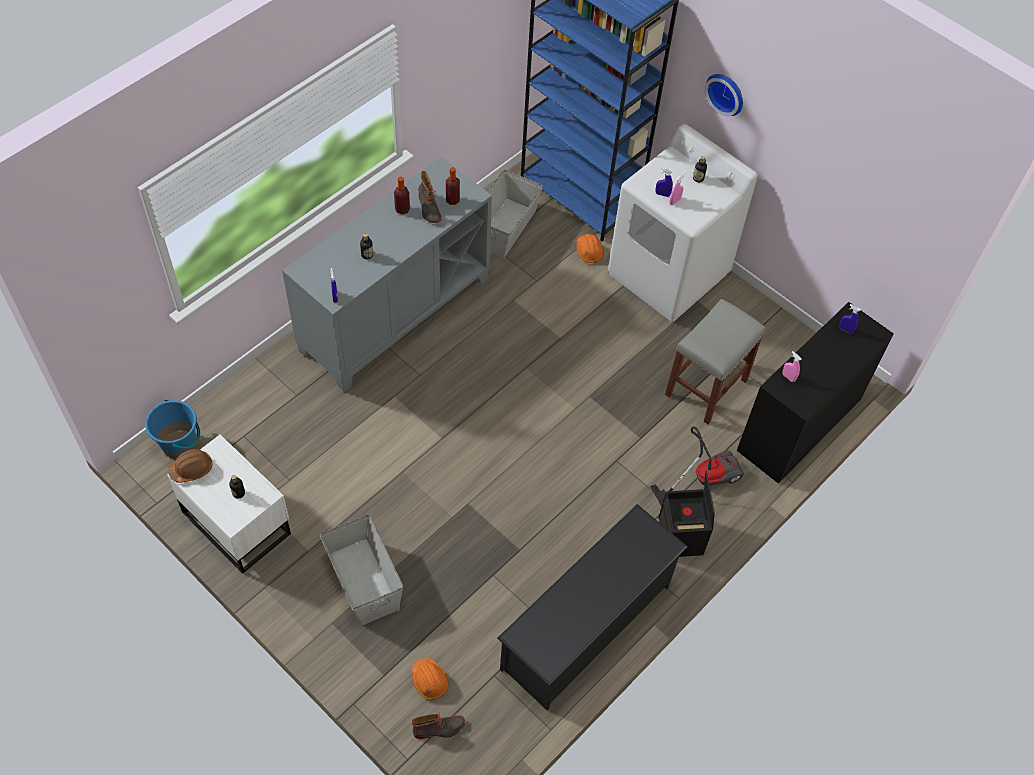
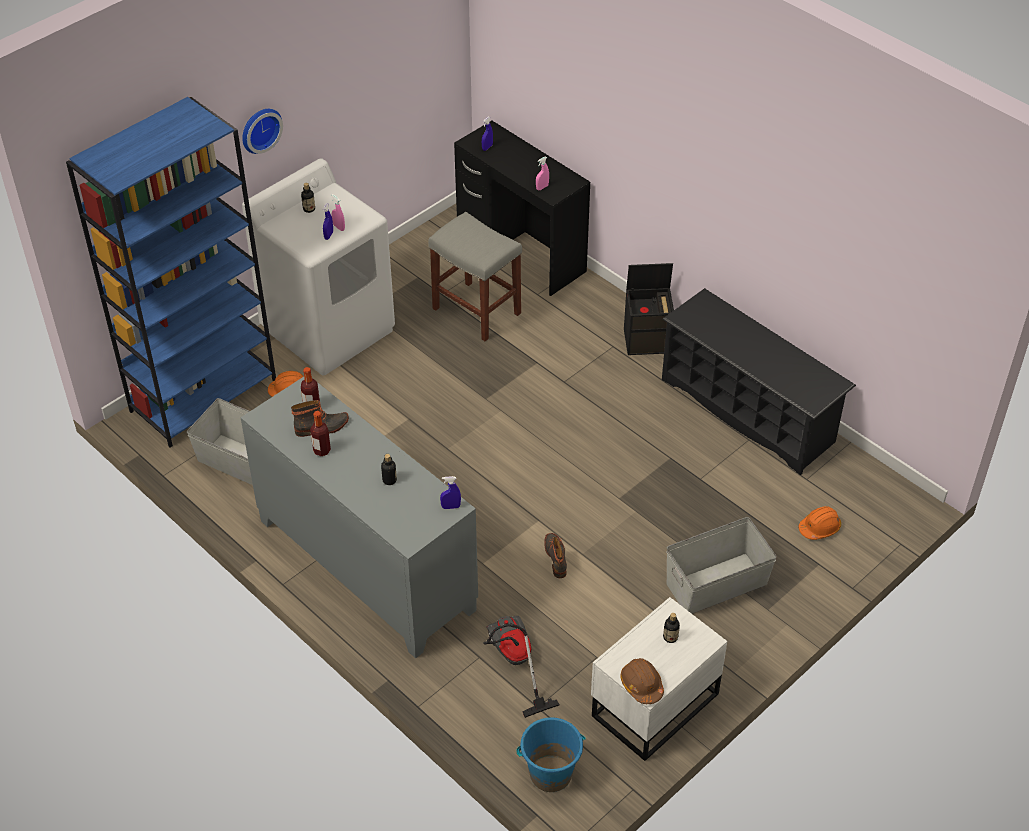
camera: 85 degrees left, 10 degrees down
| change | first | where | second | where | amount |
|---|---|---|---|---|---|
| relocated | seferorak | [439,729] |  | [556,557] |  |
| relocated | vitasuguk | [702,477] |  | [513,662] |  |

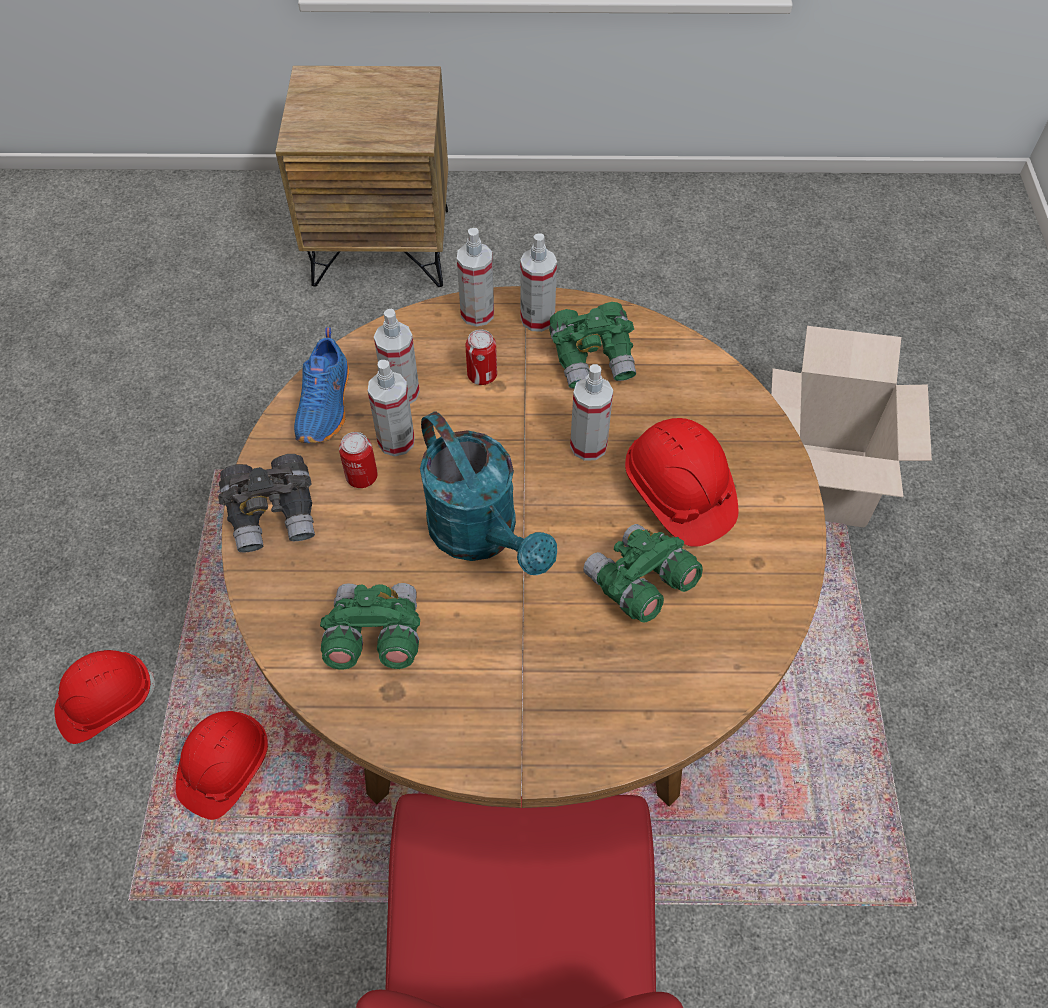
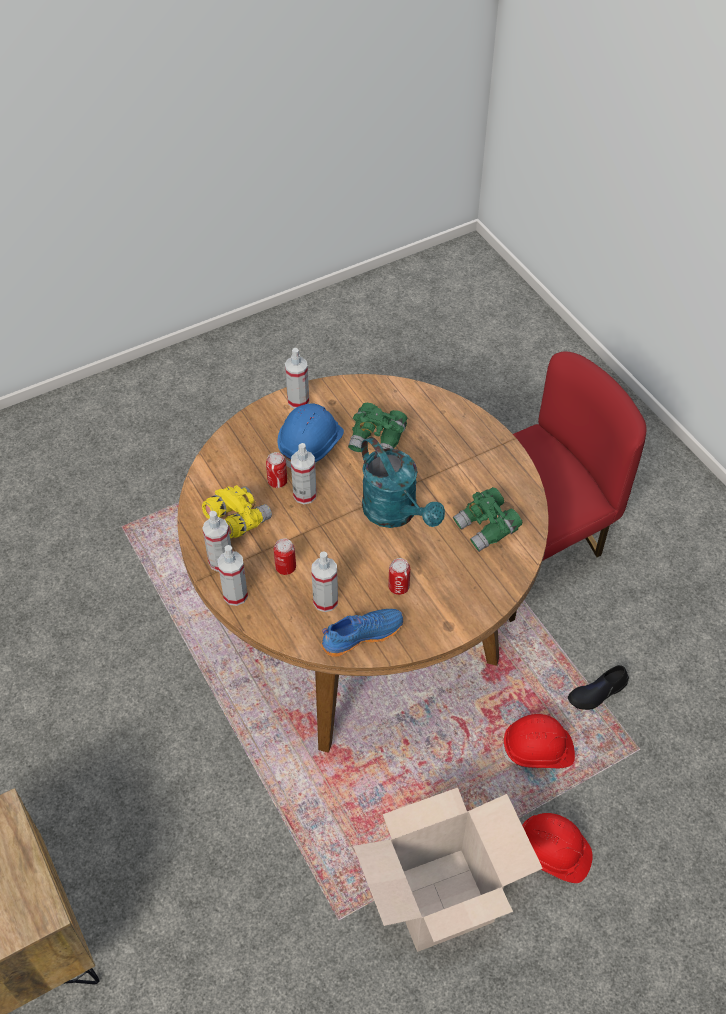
camera: 120 degrees left, 5 degrees down
| change | first | where | second | where | amount |
|---|---|---|---|---|---|
| missing | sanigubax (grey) | [274,514] |  |  |  |
| appeared |  |  | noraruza | [277,481] |  |
| appeared |  |  | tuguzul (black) | [597,692] |  |
| relocated | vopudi | [396,441] |  | [298,401] |  |
| relocated | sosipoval | [820,483] |  | [440,900] |  |
| colour | sanigubax (green) | [593,358] | sanigubax (yellow) | [237,520] |  |
| colour | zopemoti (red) | [678,494] | zopemoti (blue) | [311,445] |  |
| spun | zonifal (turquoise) | [482,535] |  | [396,513] | 120 degrees clockwise |

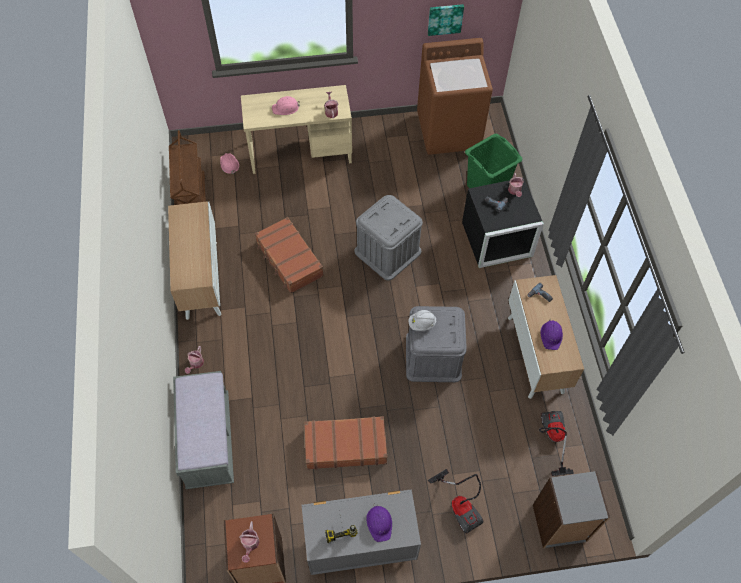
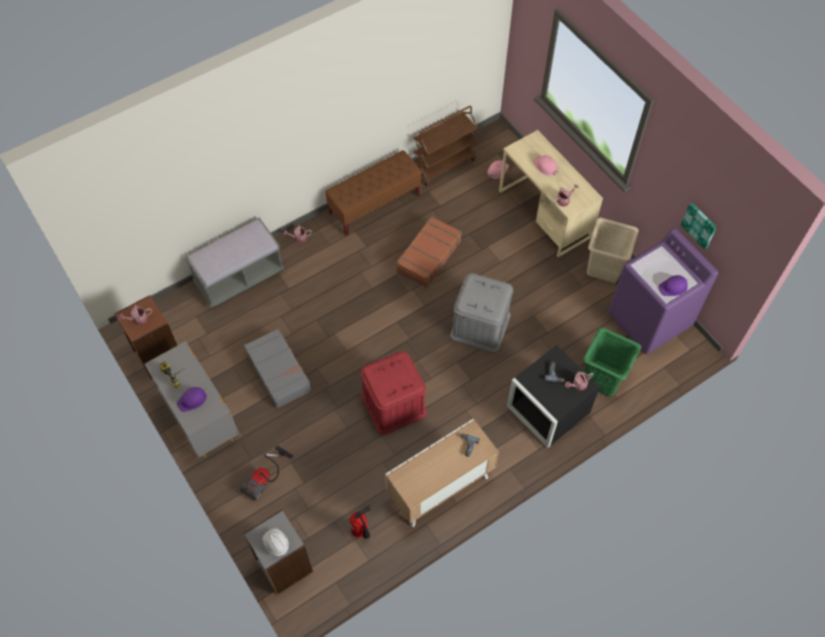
camera: 65 degrees right, 0 degrees up
| change | first | where | second | where | amount |
|---|---|---|---|---|---|
| appeared |  |  | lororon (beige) | [604,267] |  |
| relocated | zopemoti (white) | [422,324] |  | [276,544] |  |
| relocated | zopemoti (purple) | [551,335] |  | [673,287] |  |
| exchanged | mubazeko | [201,279] | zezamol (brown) | [375,205] |  |
| exchanged | vitasuguk | [552,438] | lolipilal | [361,531] |  |
| colour | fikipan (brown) | [345,445] | fikipan (grey) | [279,372] |  |
| colour | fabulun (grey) | [433,356] | fabulun (red) | [393,404] |  |
| colour | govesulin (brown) | [449,131] | govesulin (purple) | [649,320] |  |

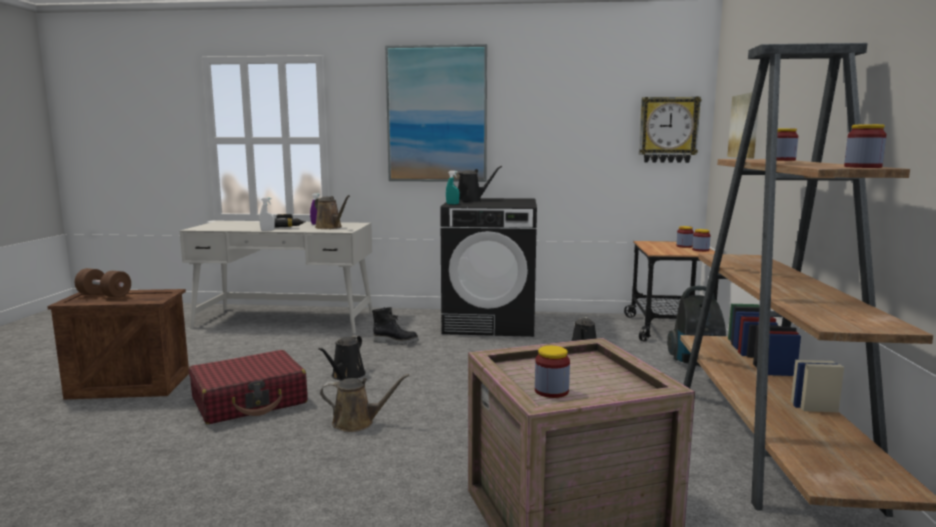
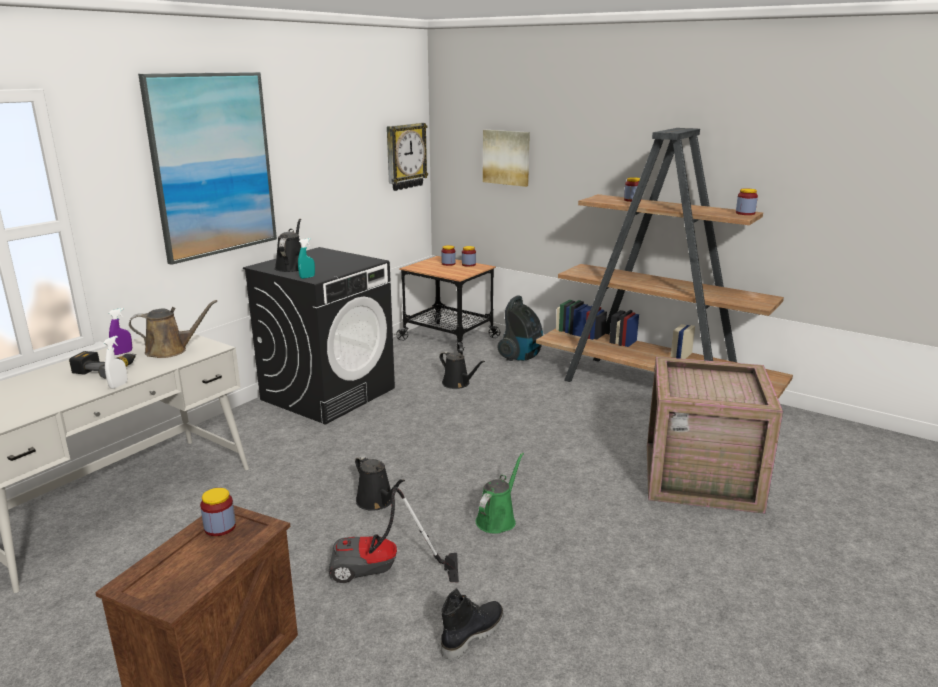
camera: 60 degrees left, 10 degrees up
| change | first | where | second | where | amount |
|---|---|---|---|---|---|
| missing | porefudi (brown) | [104,295] |  |  |  |
| relocated | seferorak (black) | [396,342] |  | [471,635] |  |
| relocated | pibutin | [551,391] |  | [220,527] |  |
| exchanged | fikipan (red) | [250,401] | vitasuguk | [382,573] |  |
| colour | zonifal (brown) | [357,422] | zonifal (green) | [497,519] |  |

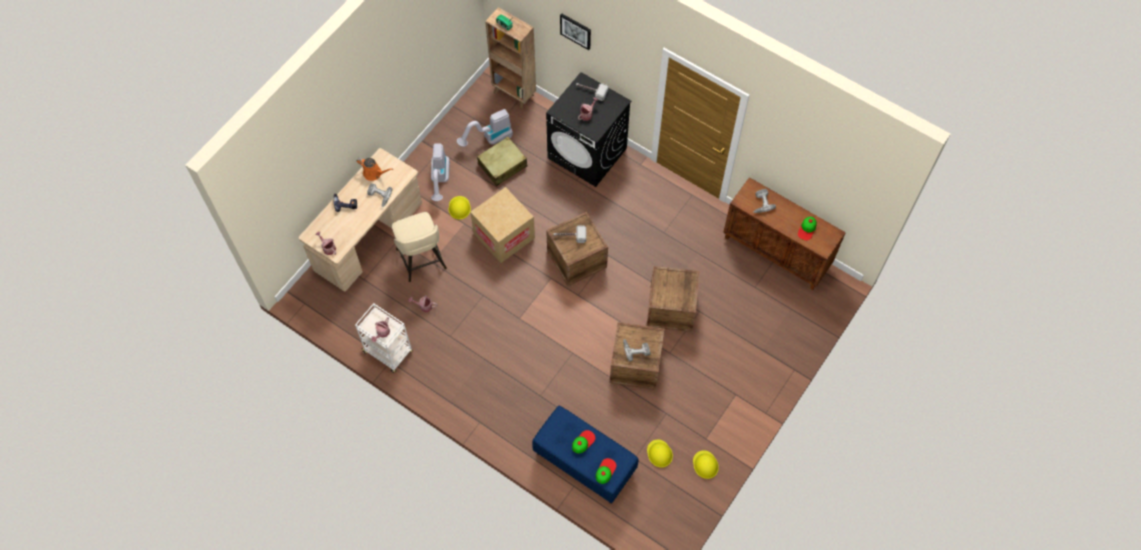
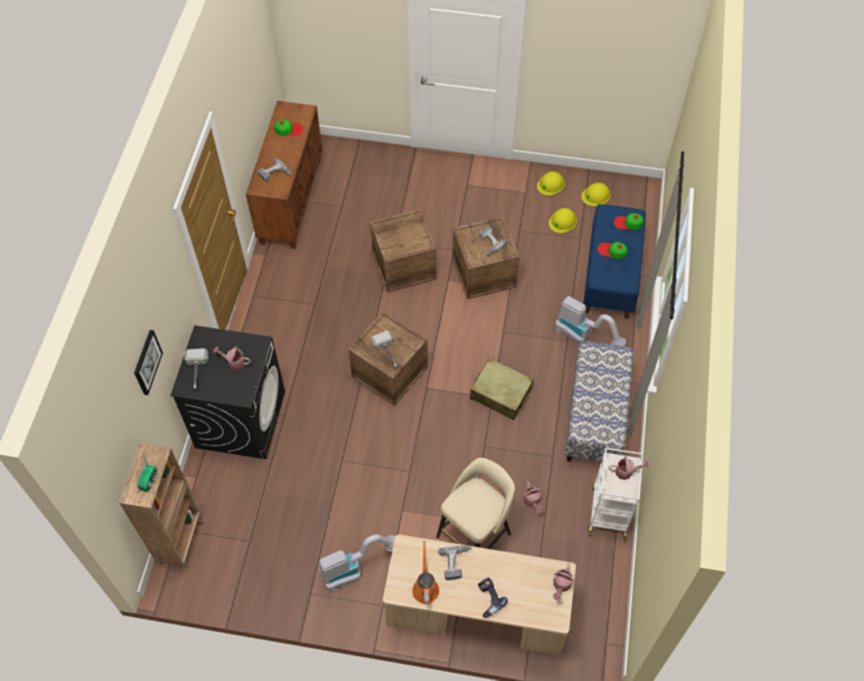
camera: 115 degrees left, 5 degrees down
| change | first | where | second | where | amount |
|---|---|---|---|---|---|
| missing | sosipoval | [504,235] |  |  |  |
| appeared |  |  | zezamol | [595,418] |  |
| relocated | zopemoti (yellow) | [459,208] |  | [596,195] |  |
| relocated | vitasuguk | [489,139] |  | [584,335] |  |
| relocated | fikipan (beige) | [503,165] |  | [500,393] |  |

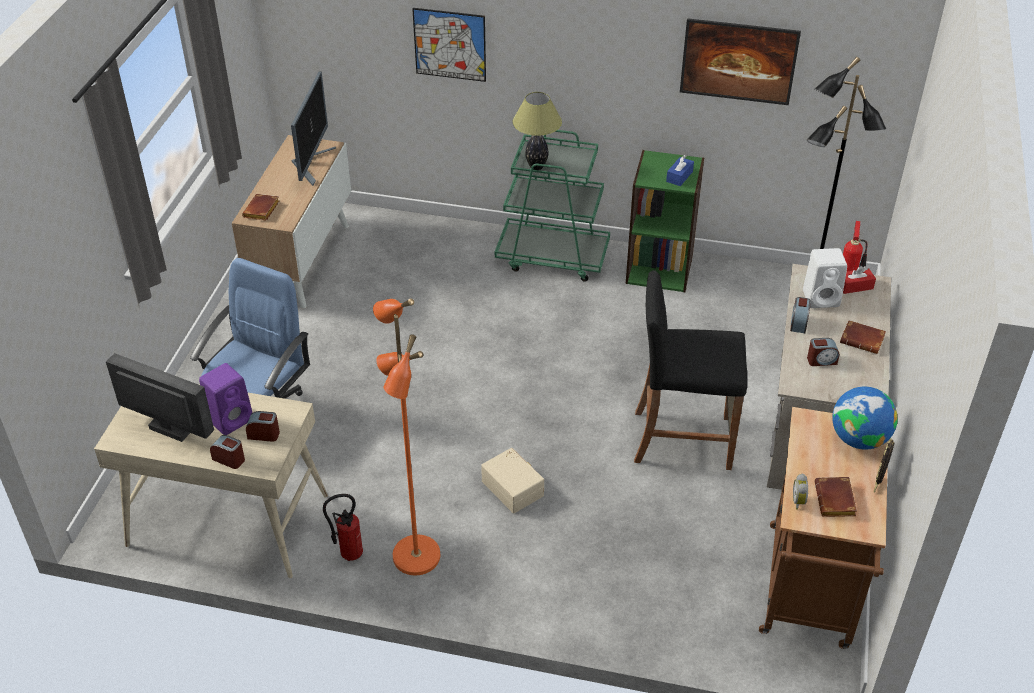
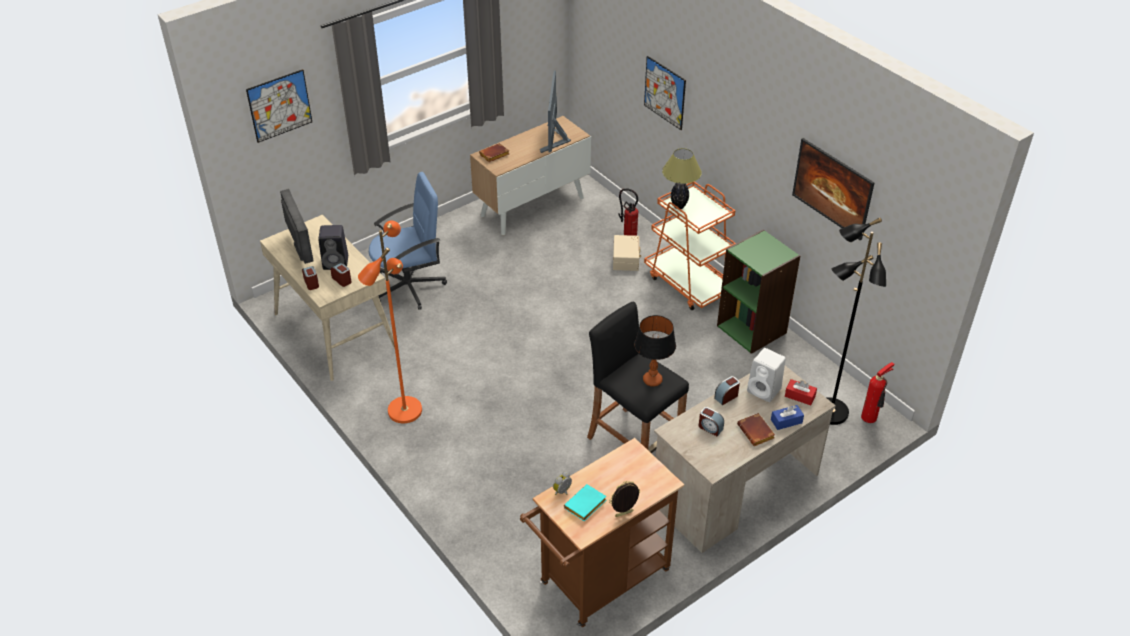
camera: 40 degrees right, 0 degrees up
| change | first | where | second | where | amount |
|---|---|---|---|---|---|
| missing | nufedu | [858,439] |  |  |  |
| appeared |  |  | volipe | [279,105] |  |
| appeared |  |  | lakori | [652,380] |  |
| relocated | lolipilal | [348,554] |  | [628,235] |  |
| relocated | fabulun (beige) | [513,487] |  | [626,259] |  |
| relocated | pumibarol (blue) | [679,176] |  | [786,421] |  |
| colour | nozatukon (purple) | [231,418] | nozatukon (black) | [336,262] |  |
| colour | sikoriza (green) | [553,257] | sikoriza (orange) | [689,283] |  |
| colour | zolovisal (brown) | [836,501] | zolovisal (turquoise) | [585,506] |  |
| spun | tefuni | [311,164] |  | [555,140] | 135 degrees clockwise |

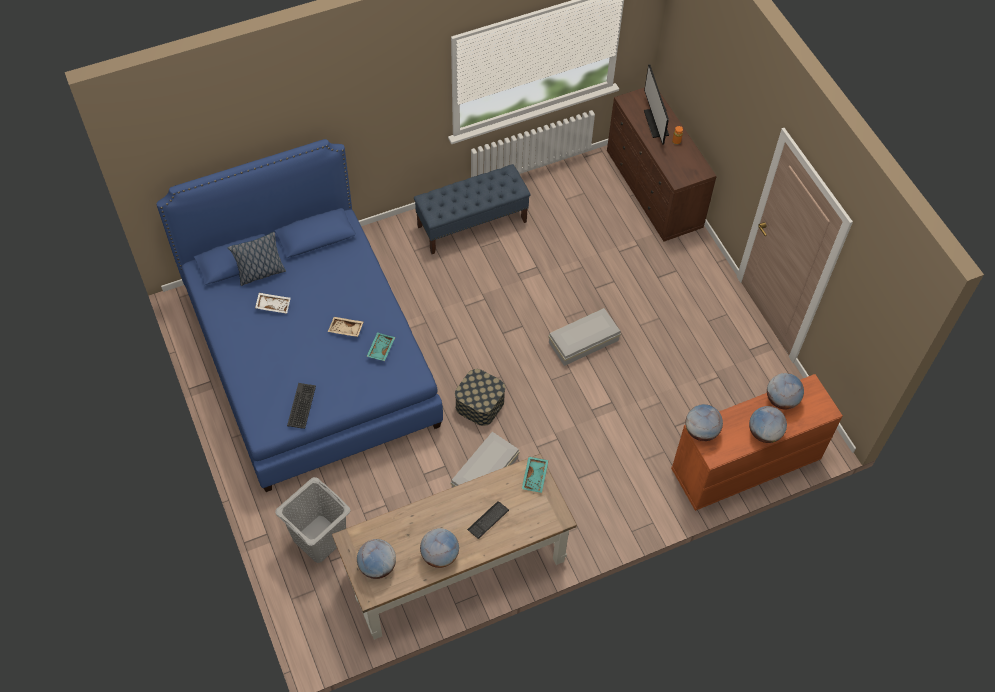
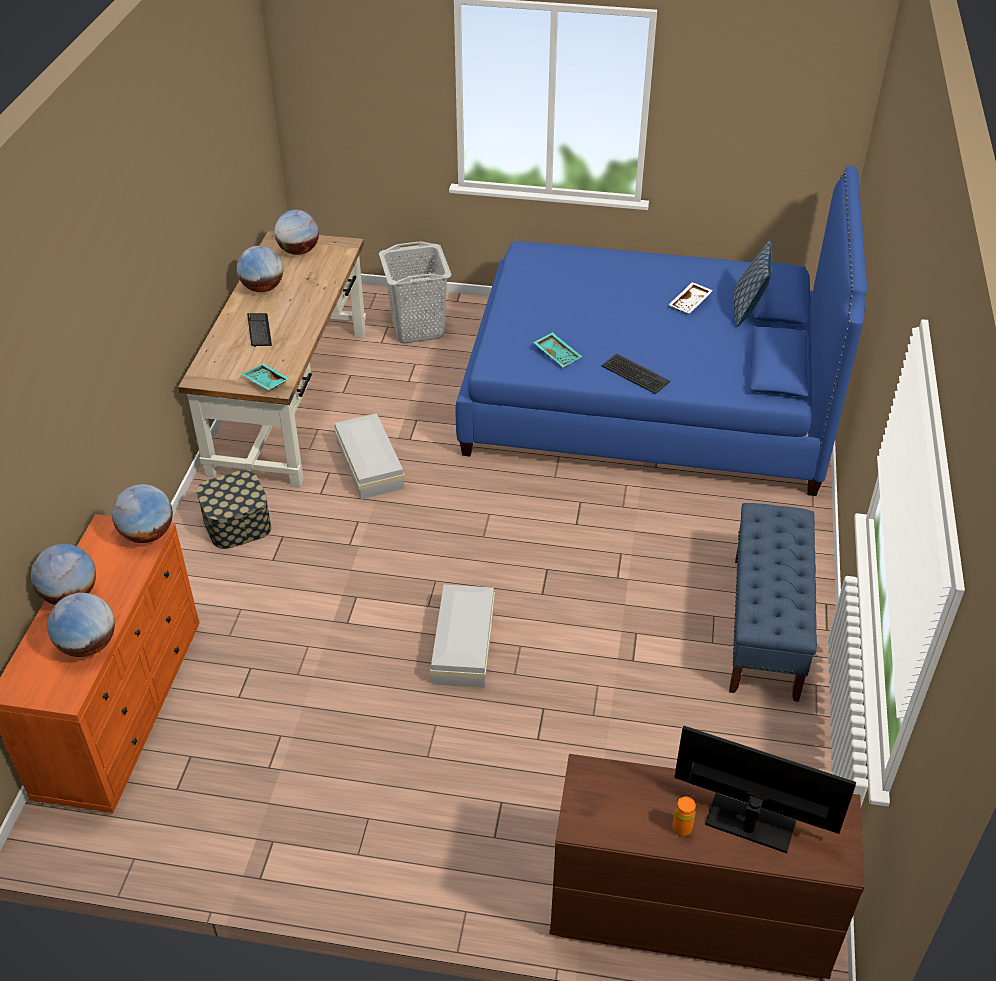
camera: 125 degrees right, 15 degrees down
| change | first | where | second | where | amount |
|---|---|---|---|---|---|
| missing | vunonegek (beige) | [345,330] |  |  |  |
| relocated | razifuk | [302,406] |  | [635,374] |  |
| relocated | fabulun | [480,404] |  | [237,523] |  |

